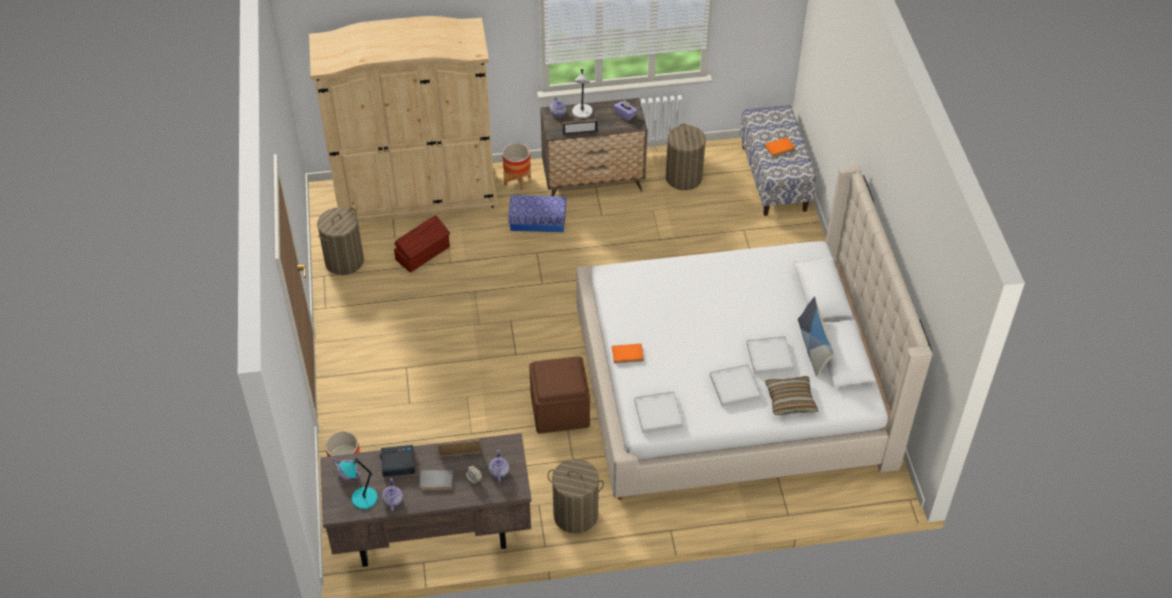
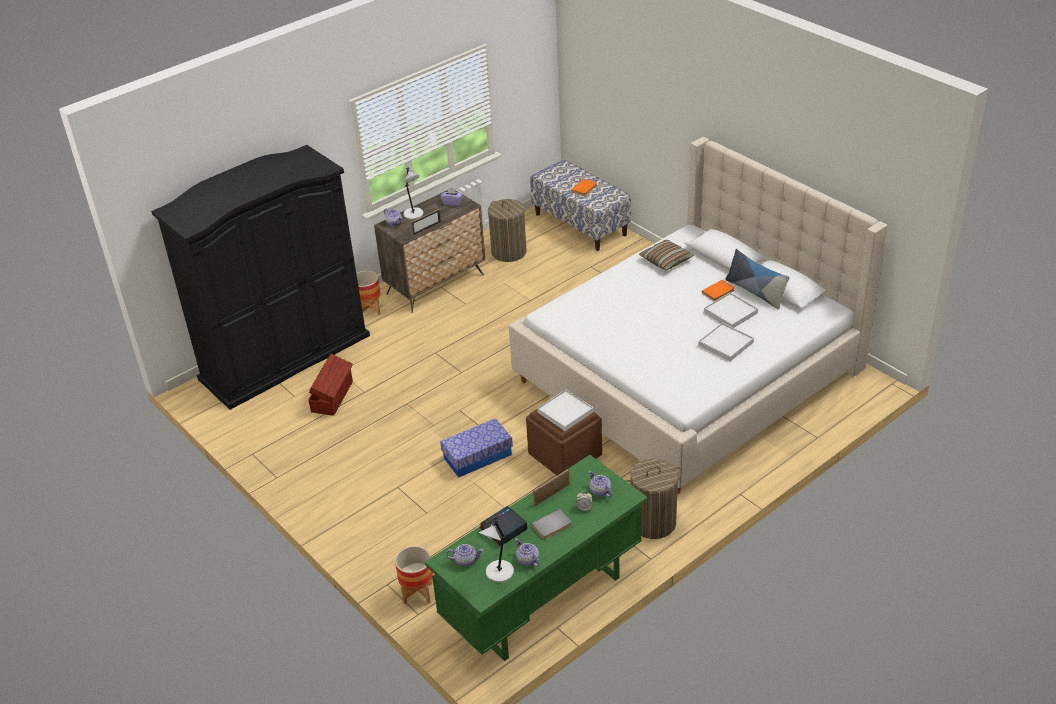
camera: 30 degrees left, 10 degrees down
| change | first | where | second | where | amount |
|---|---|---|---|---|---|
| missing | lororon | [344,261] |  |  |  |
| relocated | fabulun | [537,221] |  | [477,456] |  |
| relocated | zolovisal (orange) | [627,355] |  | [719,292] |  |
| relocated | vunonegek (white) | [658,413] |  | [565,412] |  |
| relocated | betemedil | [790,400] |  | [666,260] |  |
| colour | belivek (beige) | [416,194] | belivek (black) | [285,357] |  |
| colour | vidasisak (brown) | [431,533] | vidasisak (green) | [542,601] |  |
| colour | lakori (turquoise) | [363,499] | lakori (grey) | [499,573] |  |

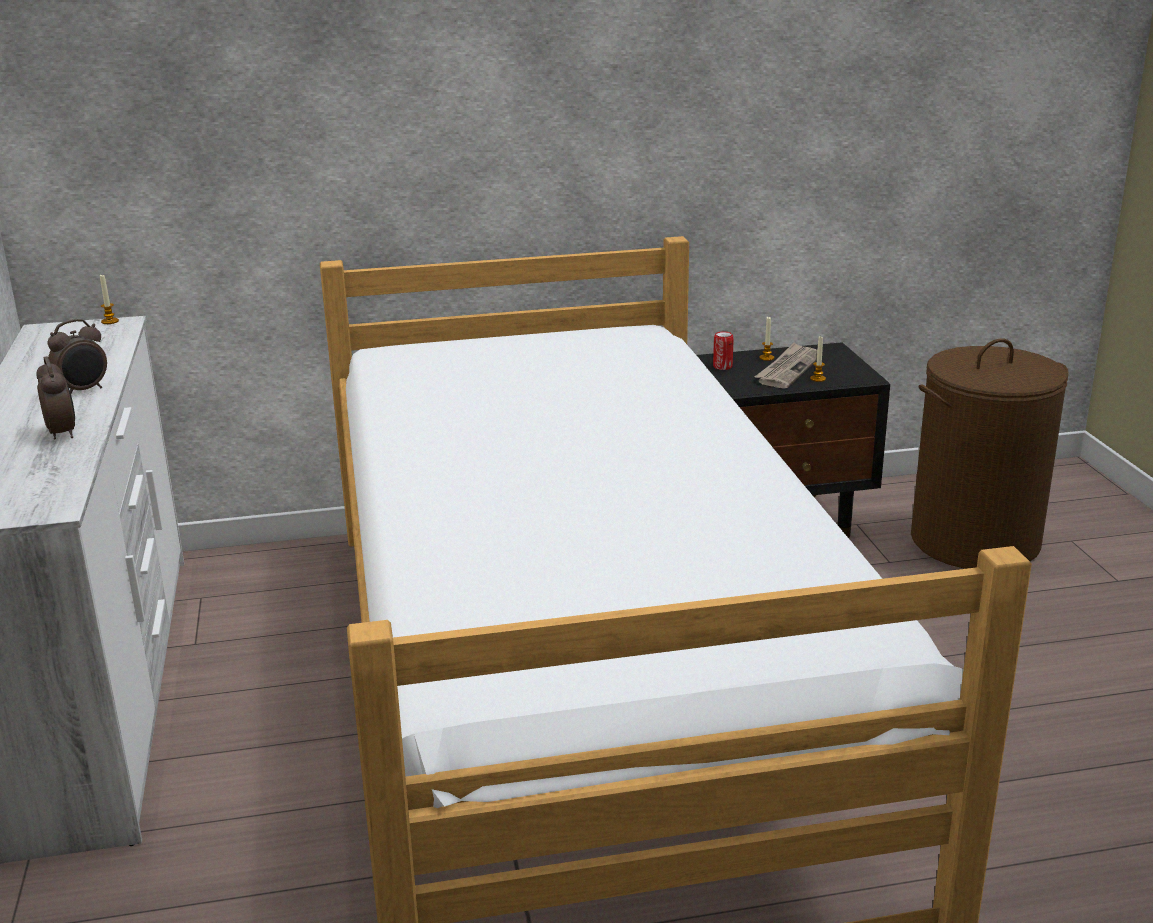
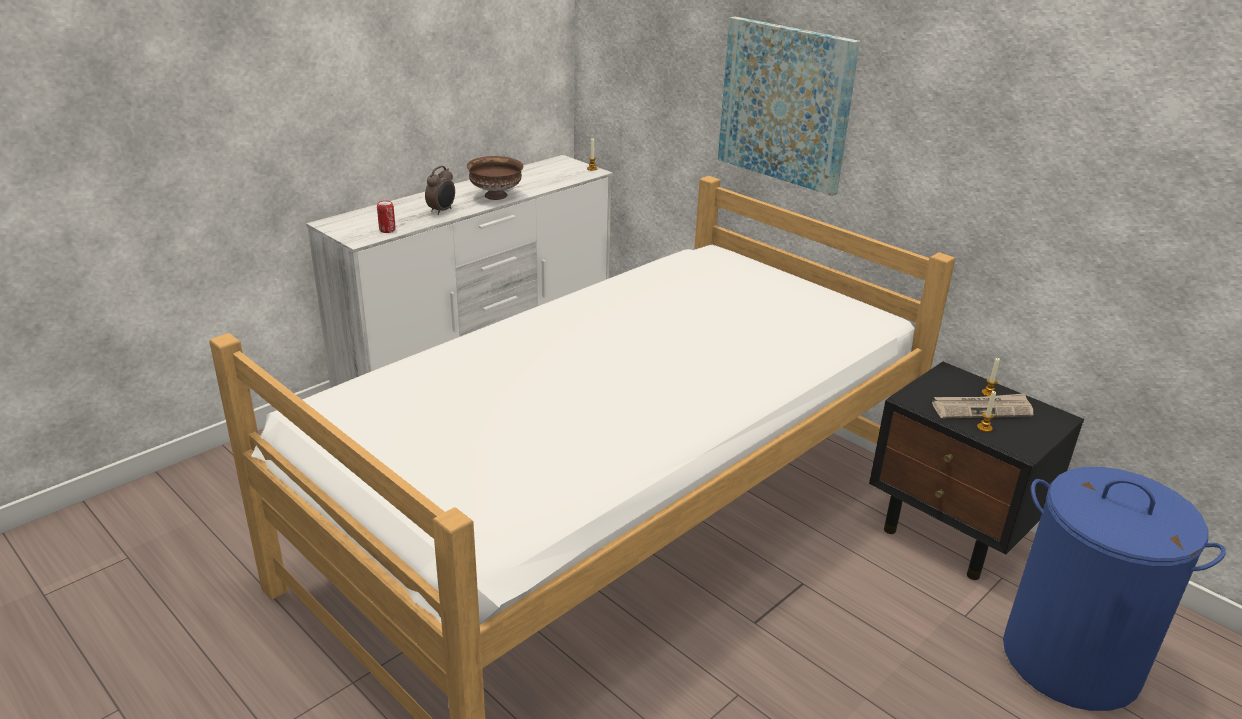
camera: 55 degrees right, 5 degrees up
| change | first | where | second | where | amount |
|---|---|---|---|---|---|
| appeared |  |  | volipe | [785,104] |  |
| relocated | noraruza | [722,367] |  | [387,230] |  |
| exchanged | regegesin | [84,390] | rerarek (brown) | [496,196] |  |
| colour | lororon (brown) | [974,540] | lororon (blue) | [1071,660] |  |

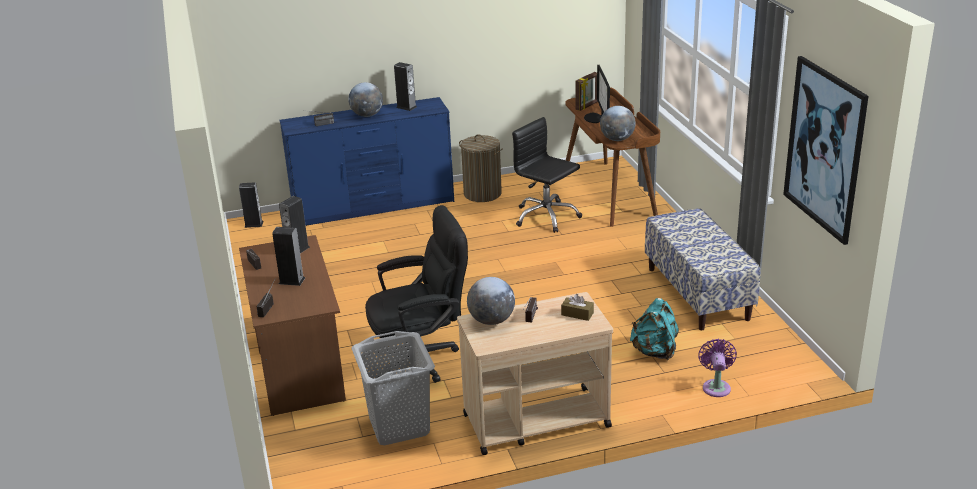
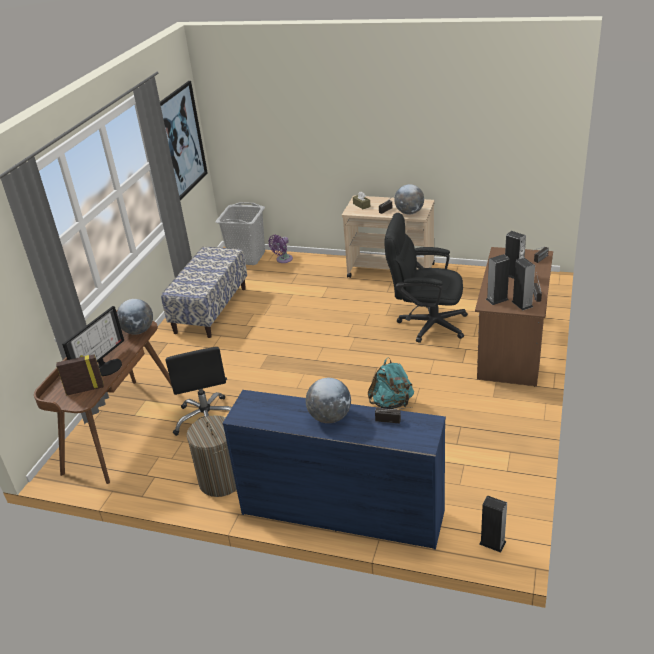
camera: 145 degrees left, 5 degrees up
| change | first | where | second | where | amount |
|---|---|---|---|---|---|
| relocated | lororon (grey) | [399,426] |  | [247,257] |  |
| relocated | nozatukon | [406,107] |  | [522,304] |  |
| relocated | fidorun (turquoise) | [655,351] |  | [391,403] |  |

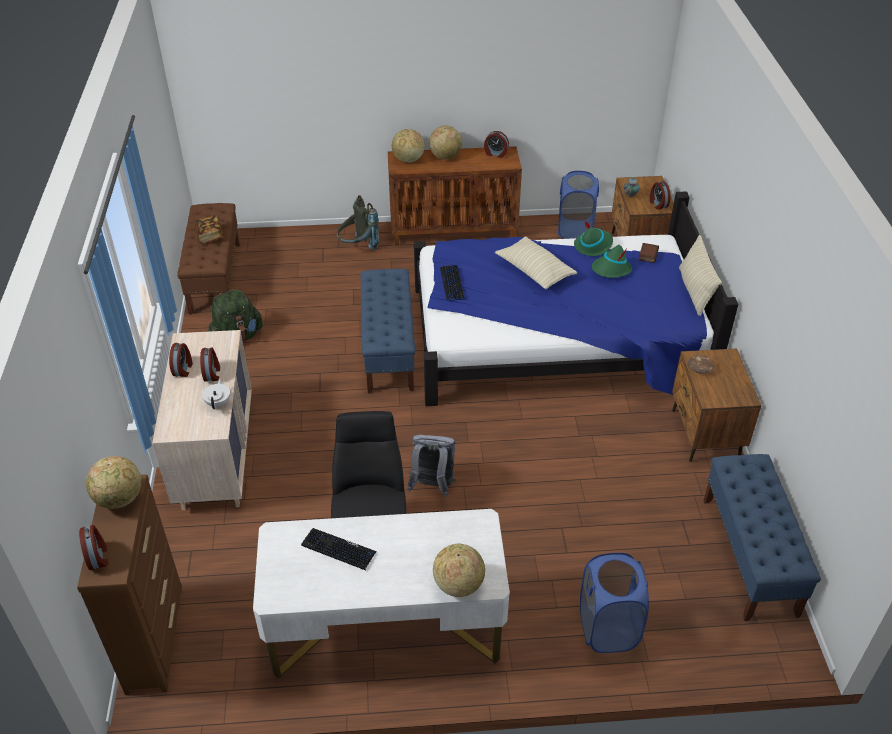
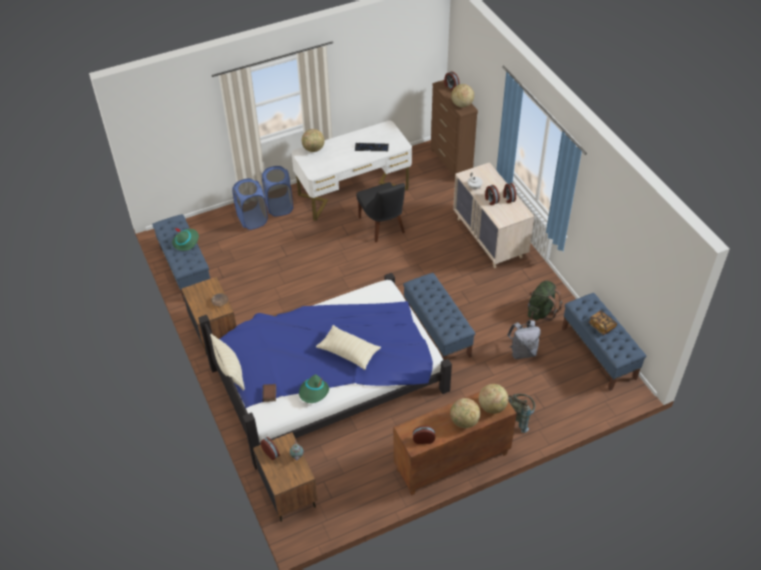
camera: 160 degrees right, 5 degrees up
| change | first | where | second | where | amount |
|---|---|---|---|---|---|
| missing | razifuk | [452,283] |  |  |  |
| relocated | fidorun (grey) | [432,486] |  | [522,352] |  |
| relocated | lororon (blue) | [574,231] |  | [279,207] |  |
| relocated | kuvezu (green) | [610,270] |  | [186,241] |  |
| colour | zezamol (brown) | [215,277] | zezamol (blue) | [598,353] |  |

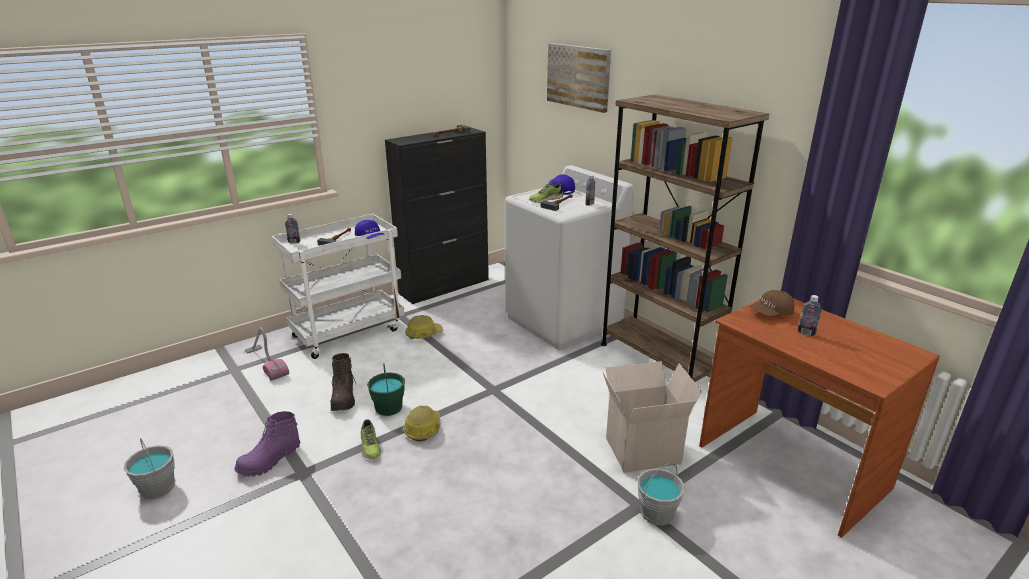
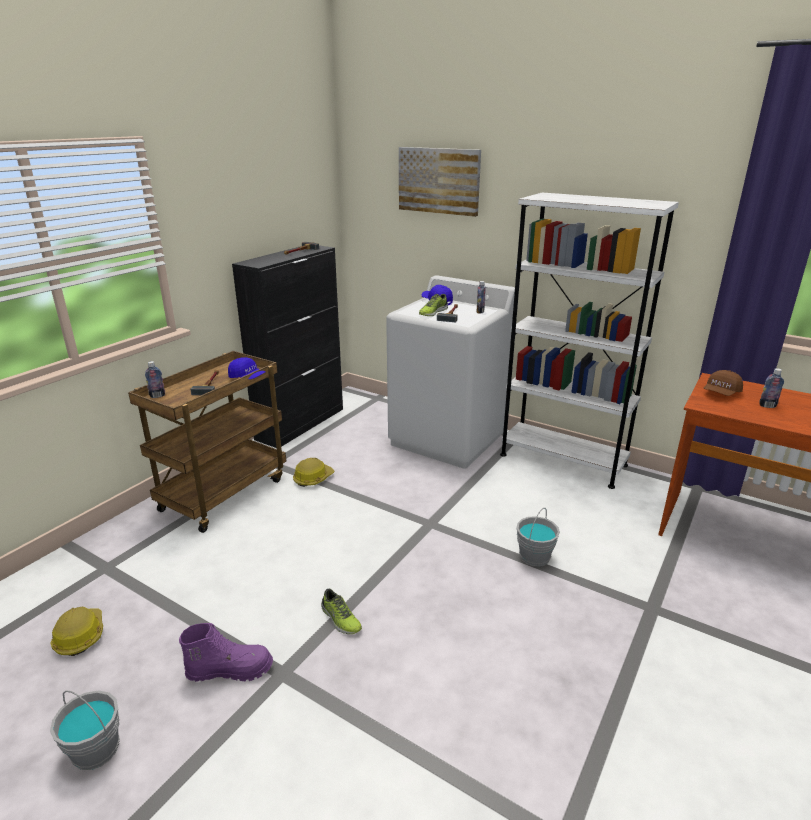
camera: 20 degrees left, 0 degrees up
| change | first | where | second | where | amount |
|---|---|---|---|---|---|
| missing | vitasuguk | [266,363] |  |  |  |
| missing | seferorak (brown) | [344,398] |  |  |  |
| missing | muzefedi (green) | [389,407] |  |  |  |
| missing | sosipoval | [643,449] |  |  |  |
| relocated | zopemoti | [423,428] |  | [80,636] |  |
| relocated | muzefedi (grey) | [656,512] |  | [534,556] |  |
| colour | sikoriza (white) | [348,332] | sikoriza (brown) | [224,493] |  |
| colour | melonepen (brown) | [658,359] | melonepen (white) | [562,460] |  |
| spun | seferorak (purple) | [270,460] |  | [230,669] | 120 degrees counterclockwise |

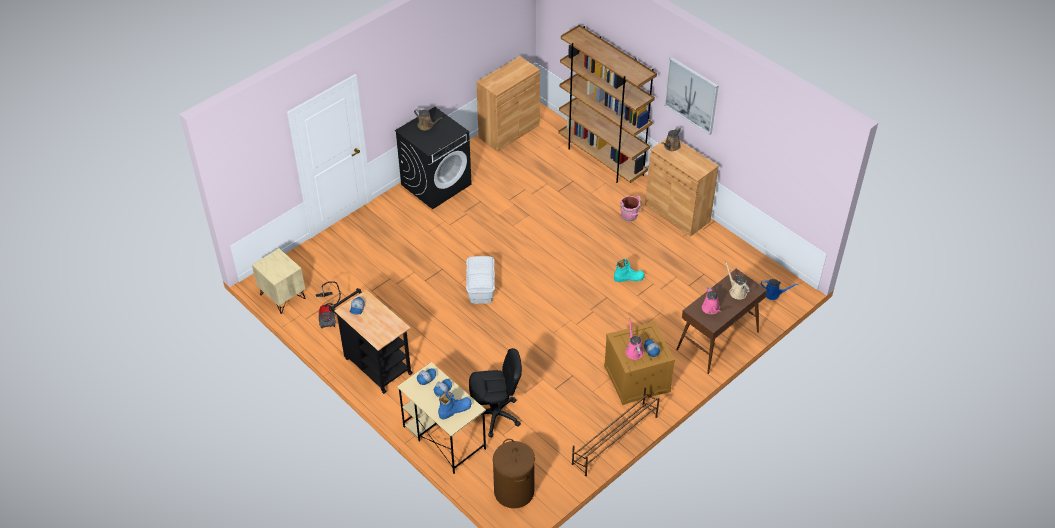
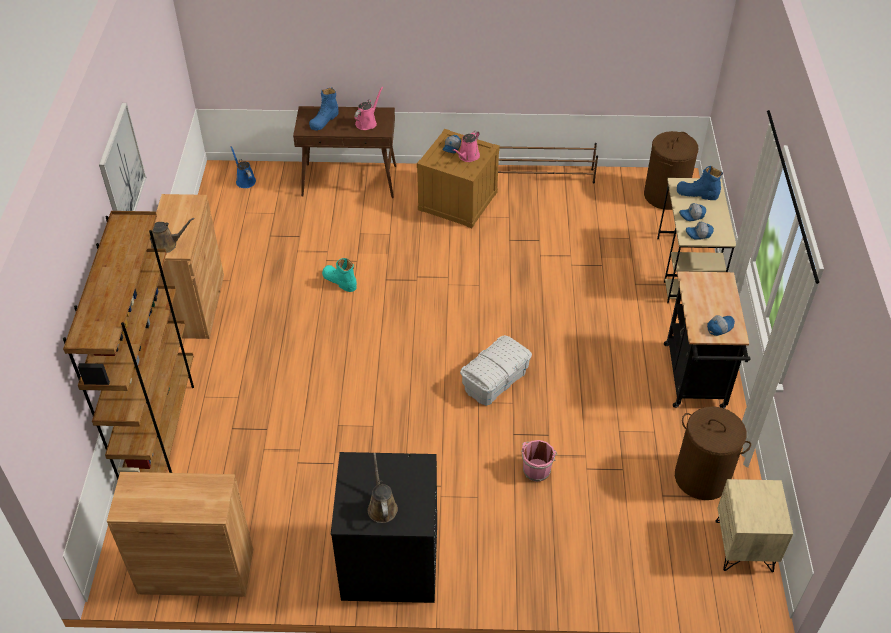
camera: 135 degrees left, 0 degrees up
| change | first | where | second | where | amount |
|---|---|---|---|---|---|
| missing | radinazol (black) | [495,415] |  |  |  |
| relocated | muzefedi (pink) | [629,216] |  | [536,469] |  |
| exchanged | vitasuguk | [328,314] | lororon (brown) | [702,477] |  |
| exchanged | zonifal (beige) | [736,291] | seferorak (blue) | [324,120] |  |

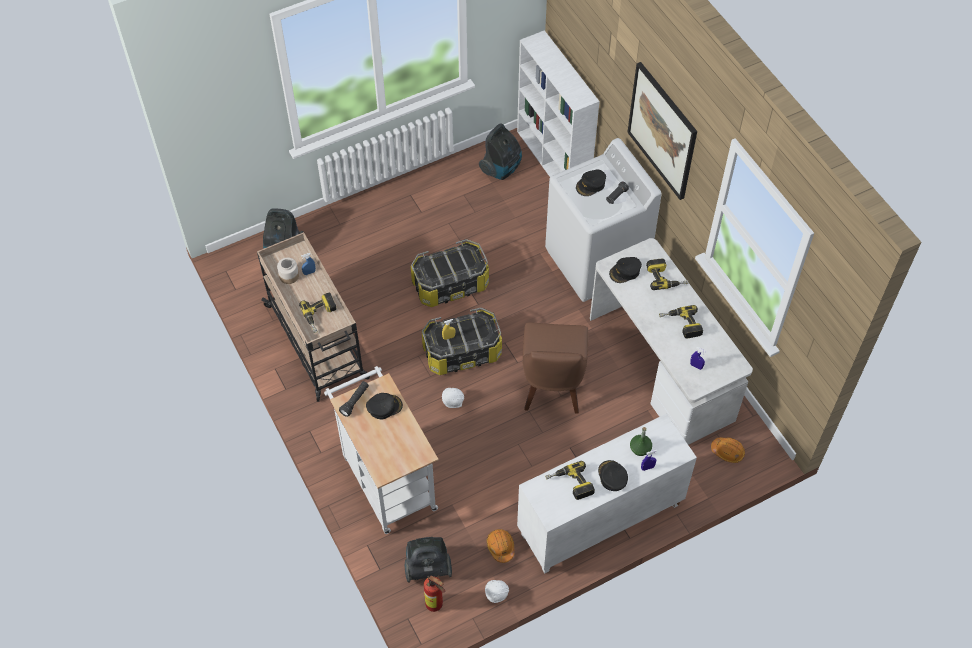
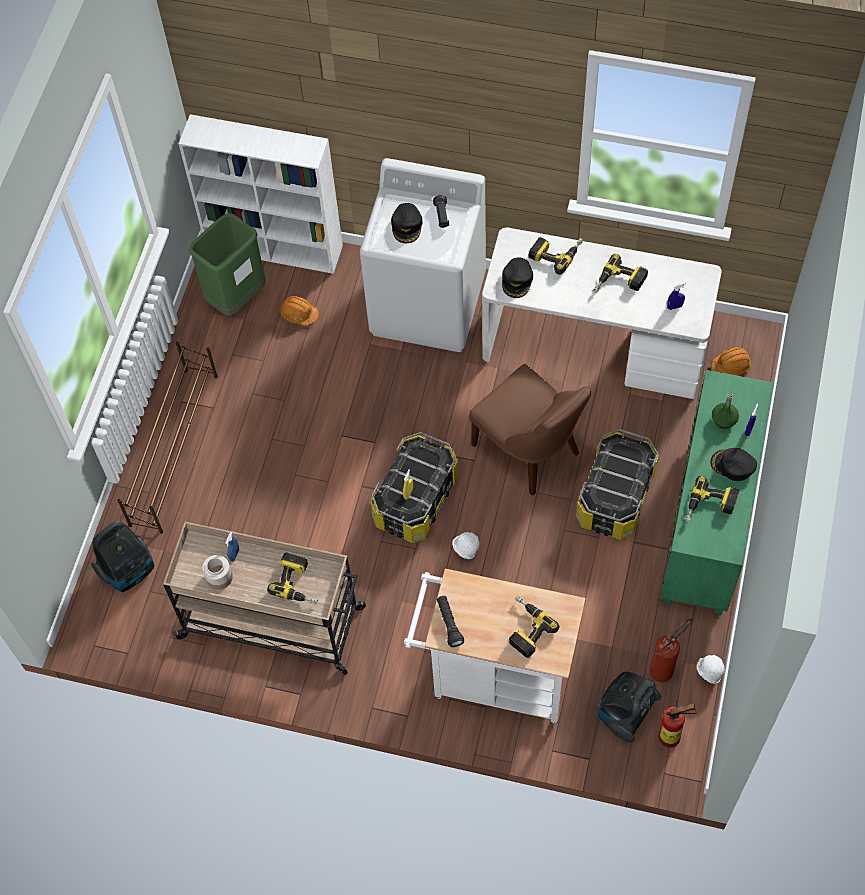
camera: 45 degrees left, 5 degrees up
| change | first | where | second | where | amount |
|---|---|---|---|---|---|
| missing | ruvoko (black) | [384,407] |  |  |  |
| missing | volipe | [662,130] |  |  |  |
| appeared |  |  | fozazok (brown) | [174,448] |  |
| appeared |  |  | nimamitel | [525,628] |  |
| appeared |  |  | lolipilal | [665,667] |  |
| relocated | fabulun | [450,285] |  | [616,496] |  |
| relocated | zopemoti (orange) | [500,547] |  | [299,314] |  |
| exchanged | vitasuguk | [502,168] | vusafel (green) | [236,297] |  |
| colour | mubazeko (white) | [599,521] | mubazeko (green) | [708,526] |  |

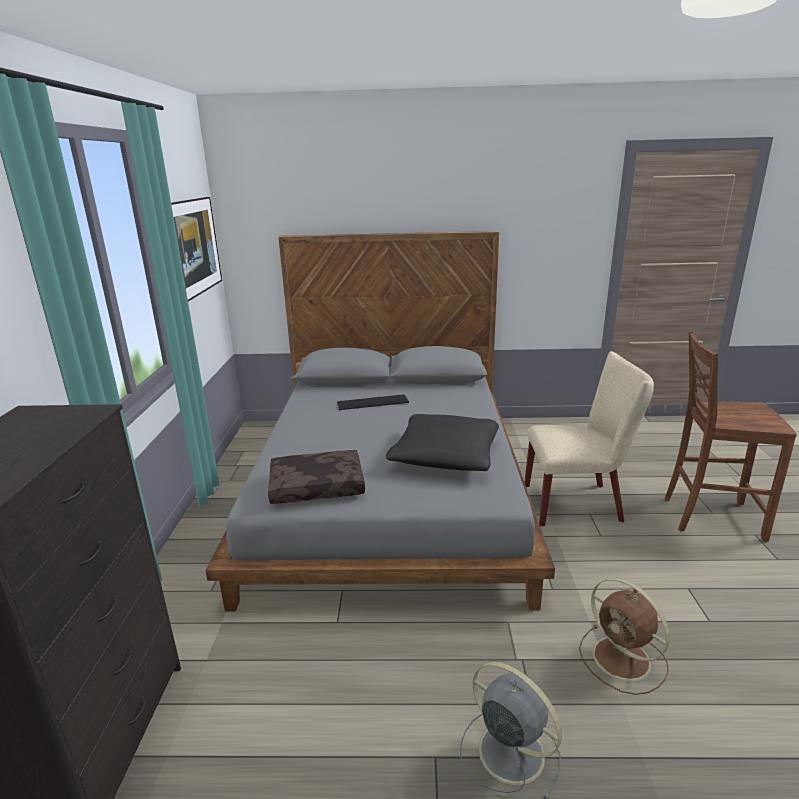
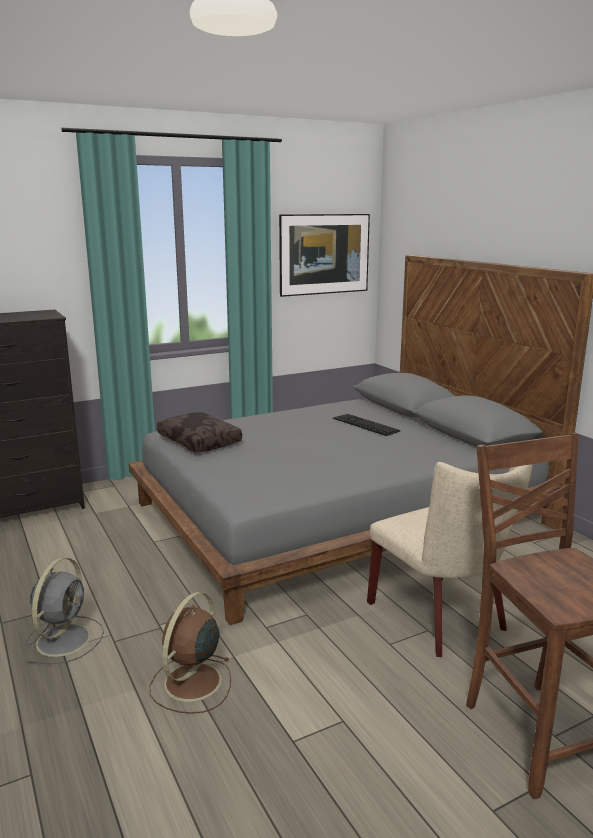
camera: 60 degrees right, 5 degrees down
| change | first | where | second | where | amount |
|---|---|---|---|---|---|
| missing | betemedil (black) | [445,456] |  |  |  |

